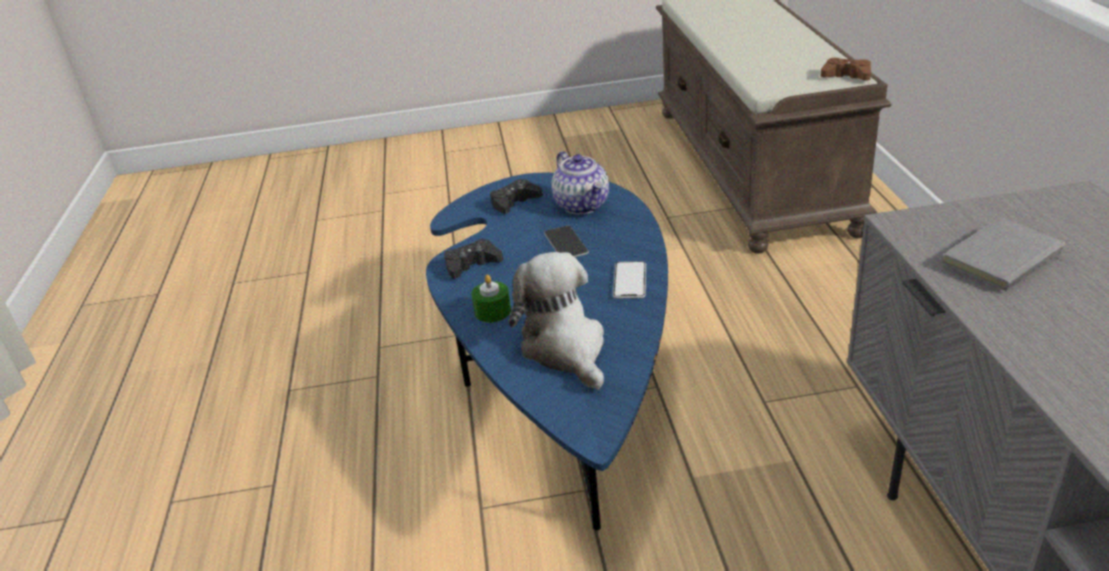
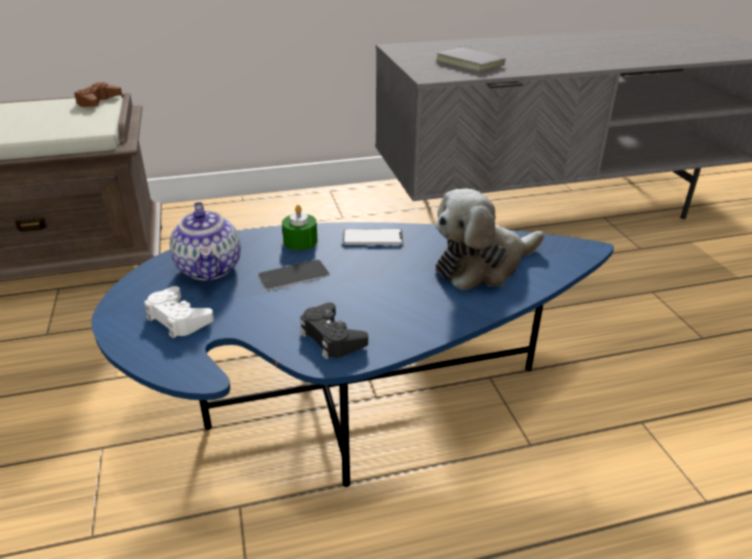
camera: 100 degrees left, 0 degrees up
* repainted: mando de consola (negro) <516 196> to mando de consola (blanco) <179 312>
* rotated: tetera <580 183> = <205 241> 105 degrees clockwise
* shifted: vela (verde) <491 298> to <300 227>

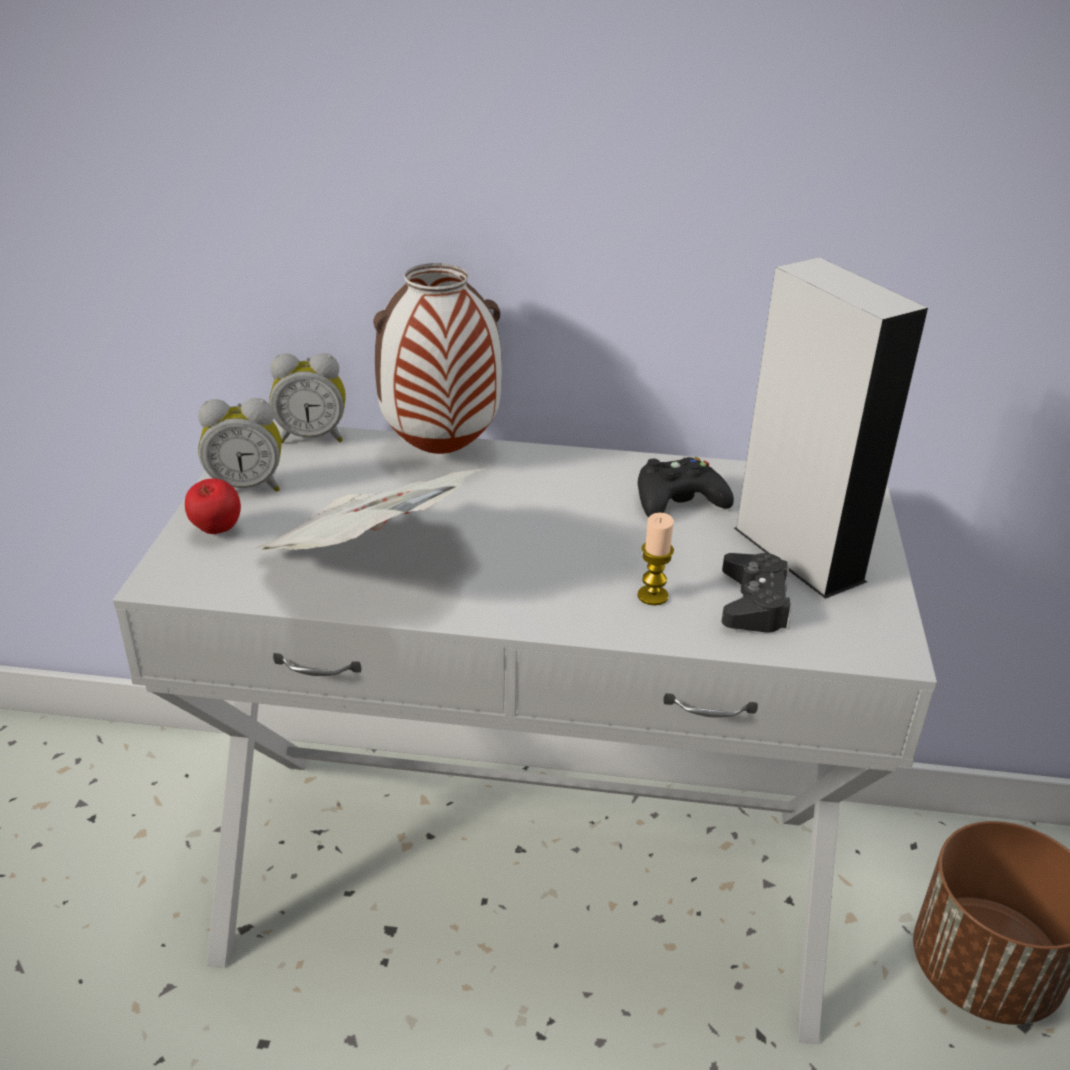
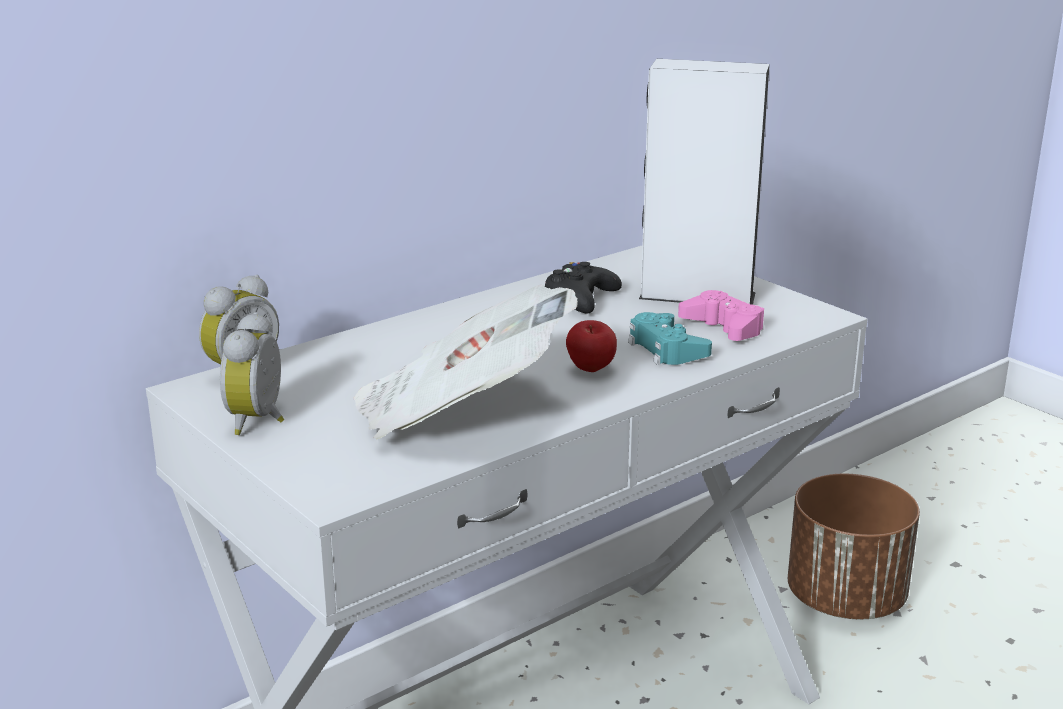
camera: 45 degrees left, 10 degrees down
* rotated: despertador <239 445> = <252 373> 150 degrees clockwise
* shifted: manzana <213 506> to <591 346>
* swapped: vela <656 559> to mando de consola (turquesa) <670 338>
* repainted: mando de consola (negro) <757 593> to mando de consola (rosa) <721 315>
* gone: florero <437 358>

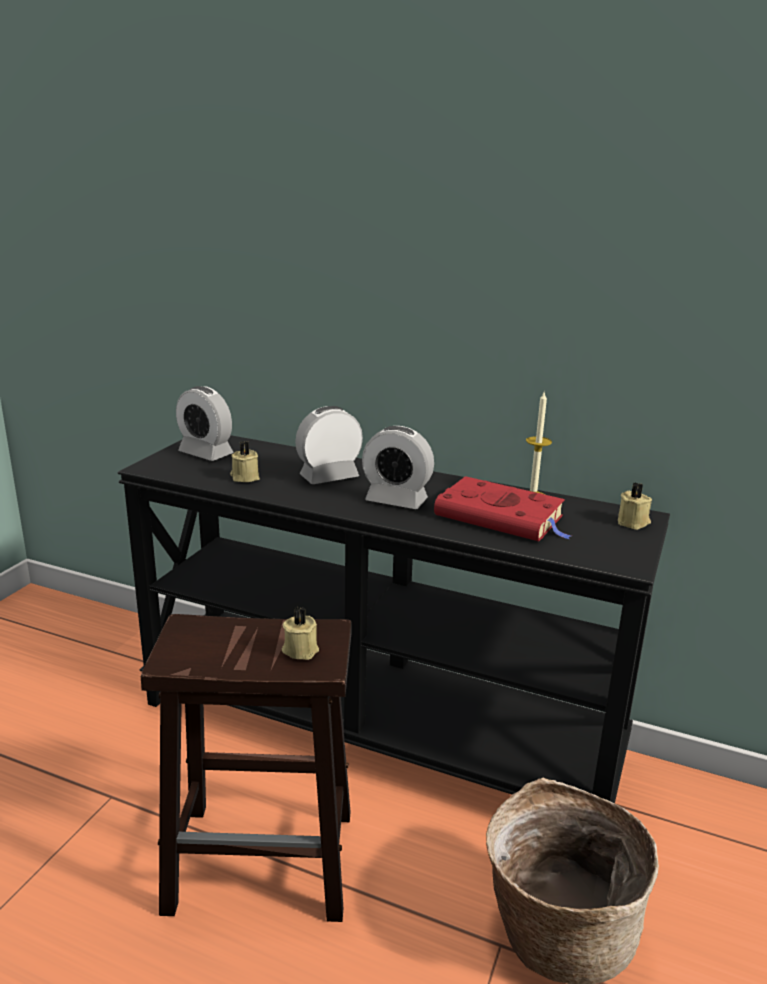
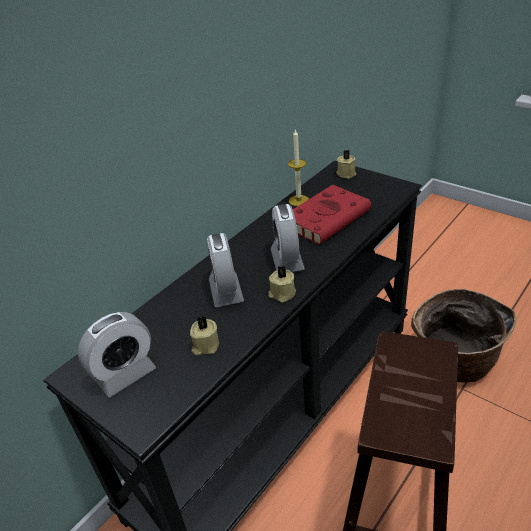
camera: 70 degrees left, 15 degrees up
* shifted: vela (beis) <300 633> to <282 283>
* rotated: despertador <398 467> = <288 238> 135 degrees clockwise

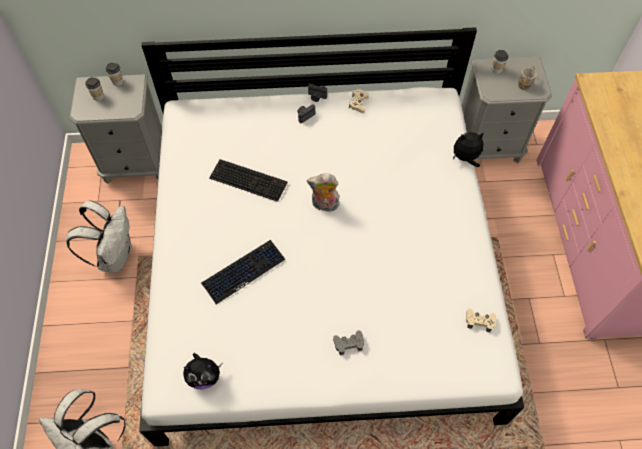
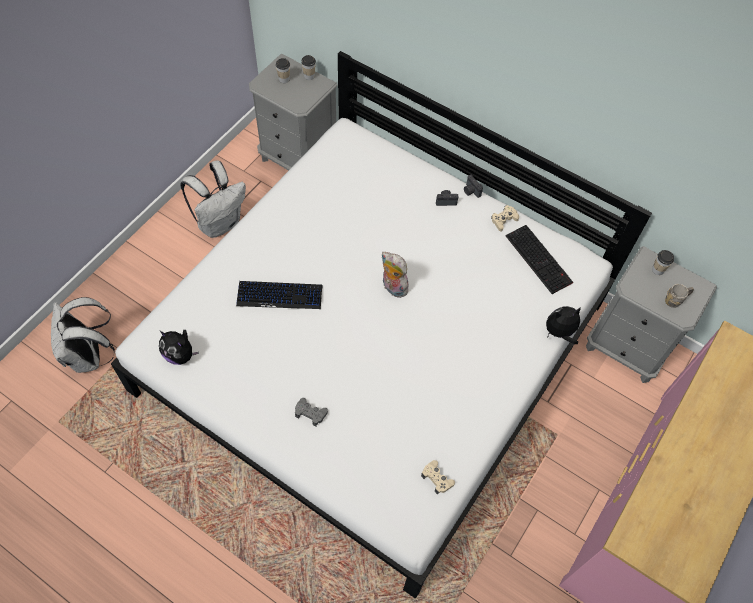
camera: 35 degrees right, 0 degrees up
* shifted: teclado <248 180> to <539 259>
* rotated: peluche <468 149> = <563 325> 45 degrees counterclockwise

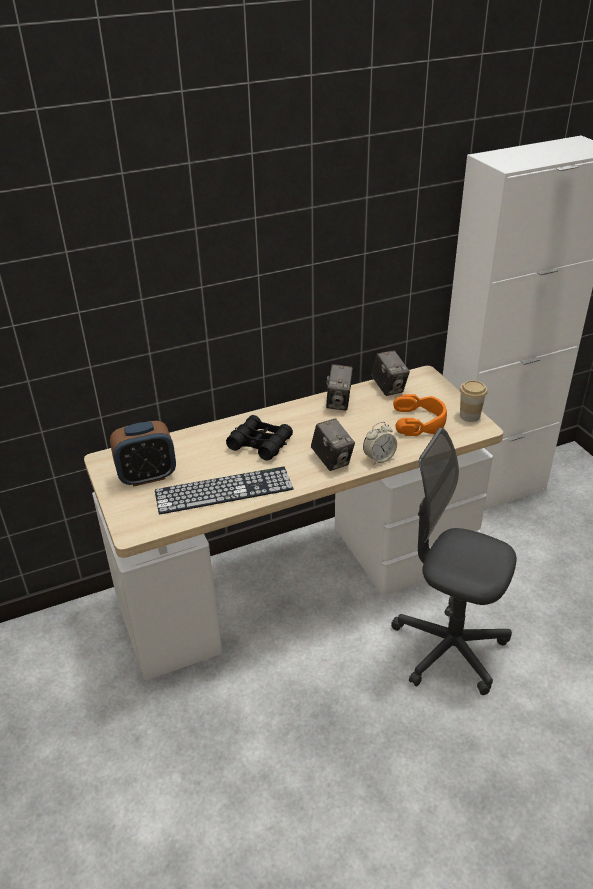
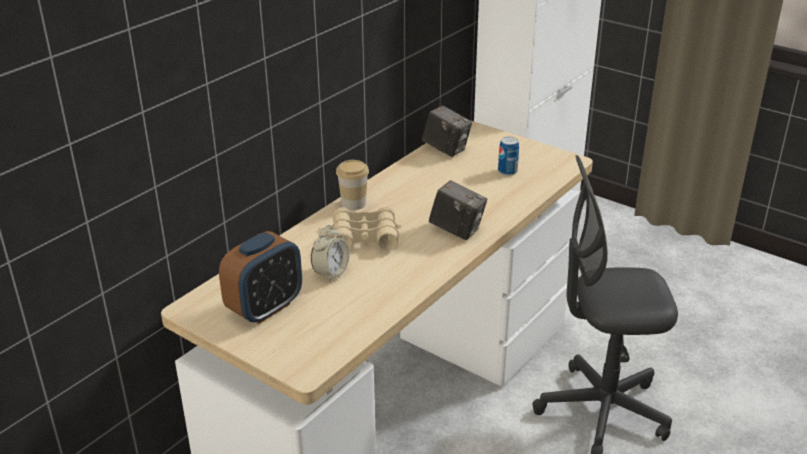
camera: 30 degrees left, 5 degrees down
* shifted: despertador <380 443> to <330 253>
* repainted: prismáticos (negro) <259 438> to prismáticos (beis) <364 228>
* shifted: taza <474 401> to <352 185>
* swapped: auriculares (naranja) <420 415> to lata <508 156>
* gone: teclado <224 491>
* gone: cámara <339 387>

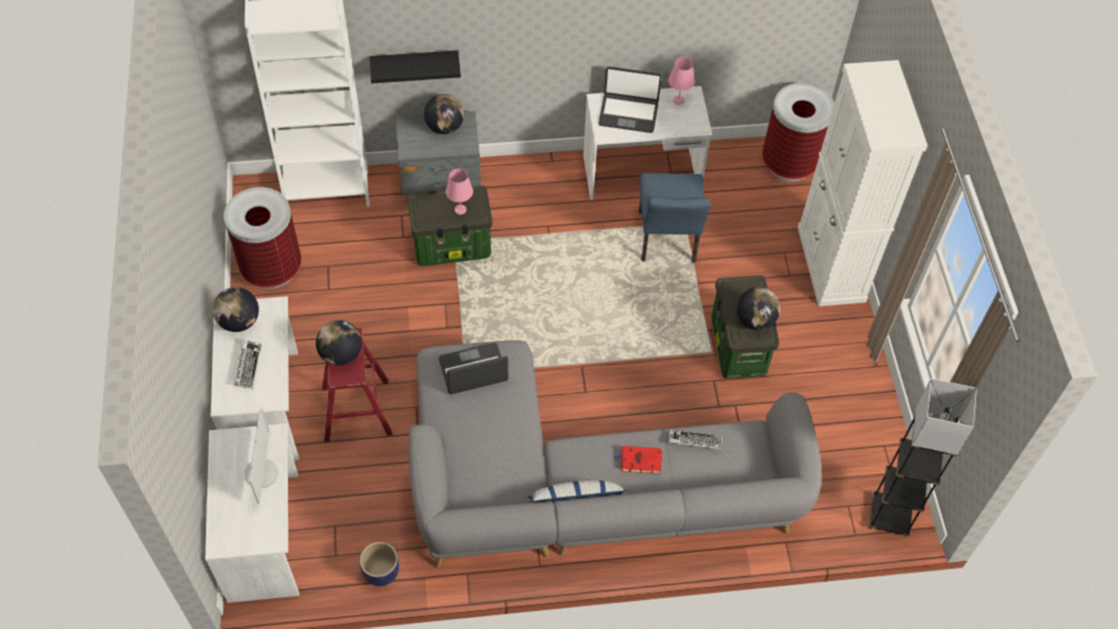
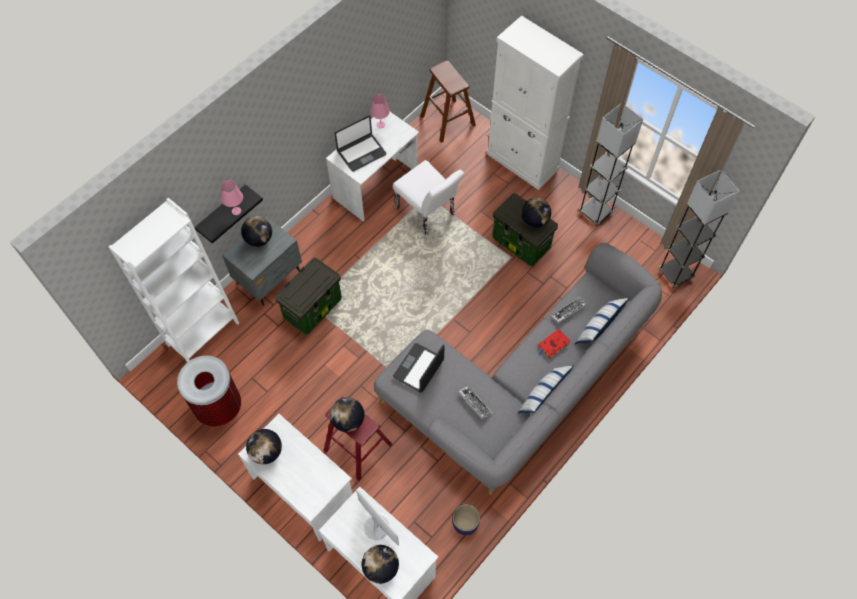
camera: 40 degrees left, 5 degrees up
* shifted: lámpara de mesa (rosa) <459 192> to <232 197>
* new: globo terráqueo <380 564>
* repainted: silla (azul) <675 218> to silla (blanco) <428 197>
* swapped: papelera <798 132> to taburete (marrón) <448 101>
* shifted: teclado <248 364> to <475 402>
* new: cojín <602 321>
* new: lámpara de pie (gris) <611 164>

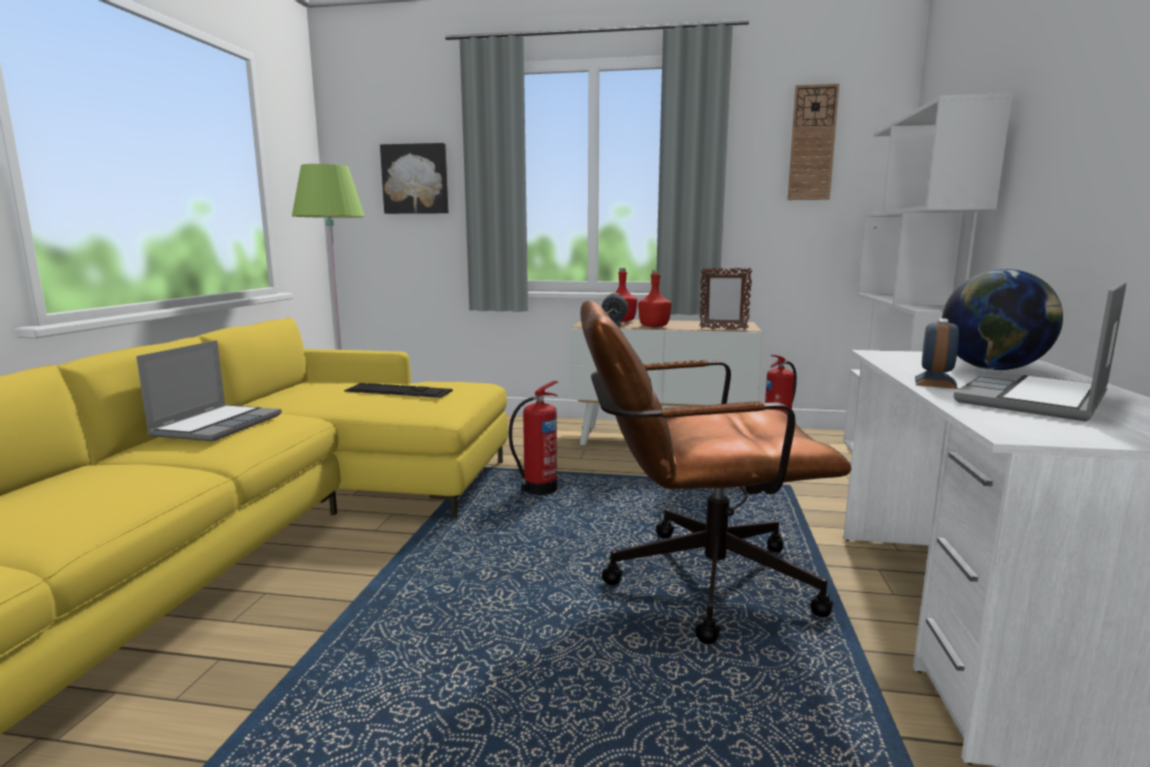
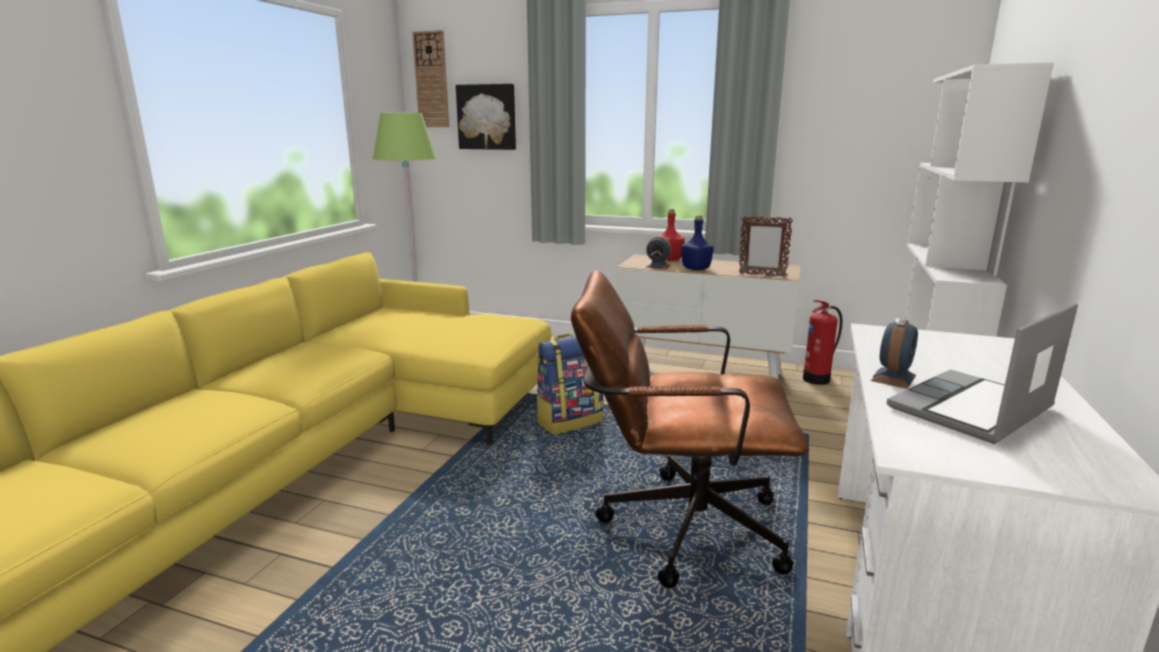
camera: 10 degrees right, 5 degrees up
* shifted: reloj de pared <813 142> to <430 78>
* swapped: extintor <533 438> to mochila <570 384>
* repainted: botella (rojo) <655 298> to botella (azul) <697 242>
* gone: portátil <209 391>
* gone: teclado <398 390>
* gone: globo terráqueo <1002 319>

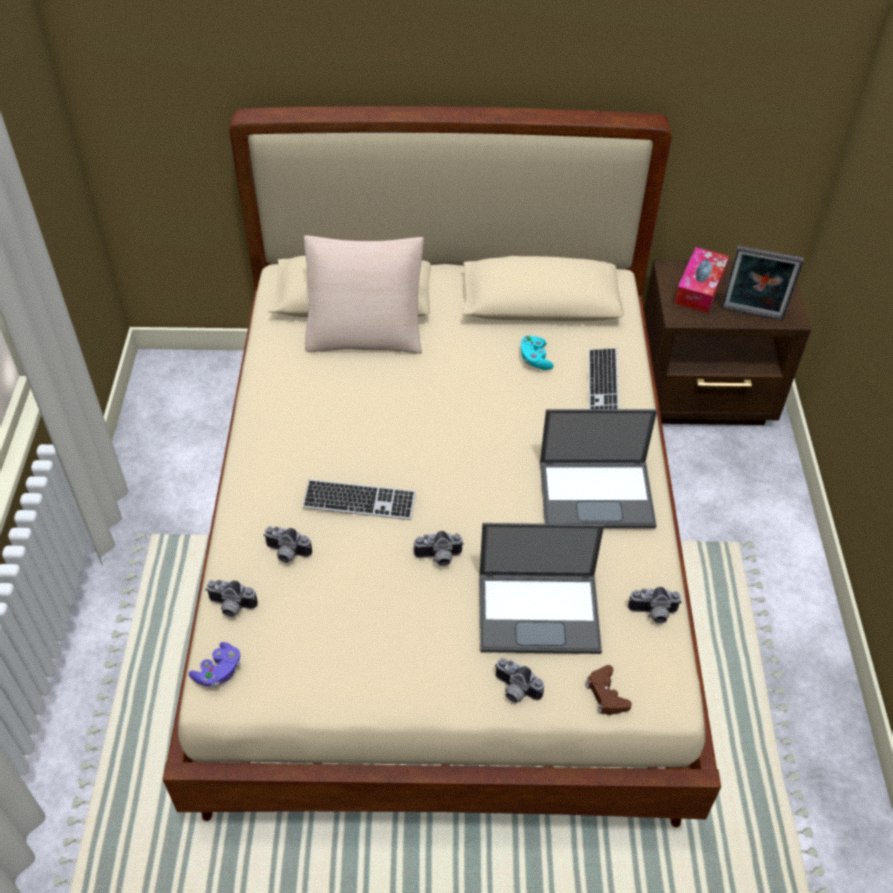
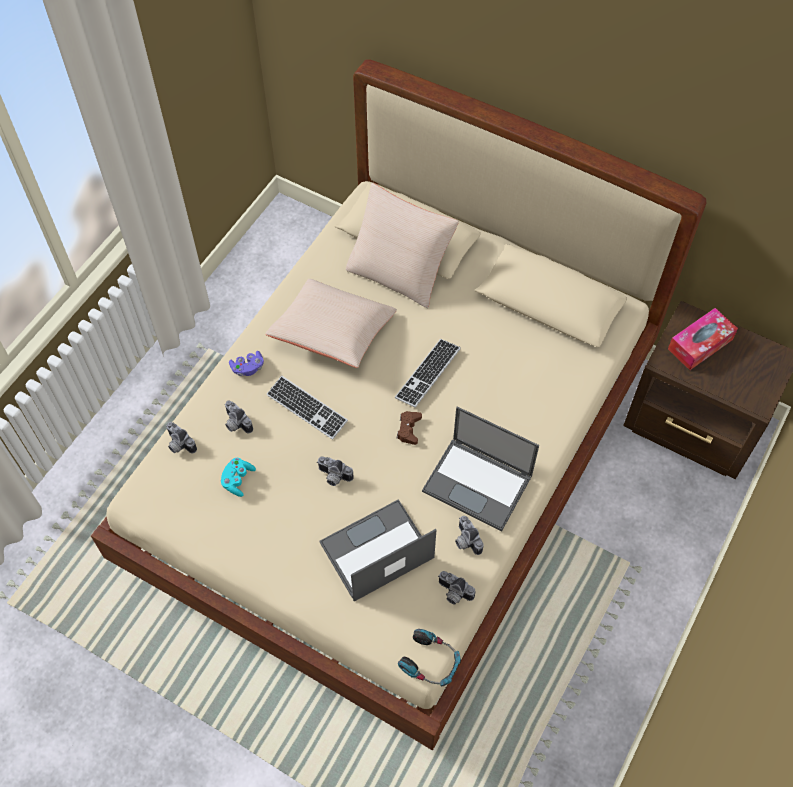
camera: 30 degrees right, 10 degrees up
* shifted: mando de consola (turquesa) <537 352> to <238 477>
* shifted: mando de consola (morado) <214 664> to <246 363>
* new: cojín (beis) <331 323>
* rotated: portátil <541 588> = <377 550> 120 degrees clockwise
* shifted: teclado <603 378> to <428 373>
* shifted: mando de consola (marrón) <608 690> to <409 428>
* new: auriculares <429 658>
* shifted: cámara <519 680> to <469 535>
* gone: portarretratos <762 283>

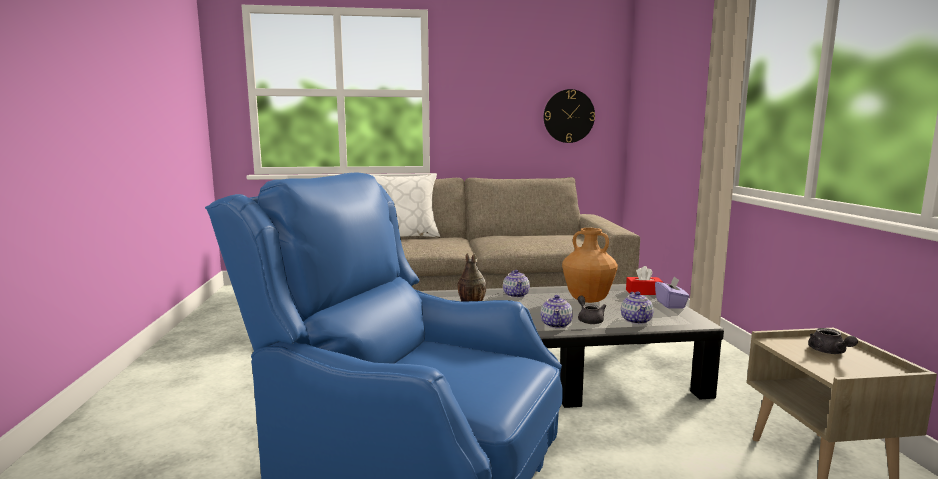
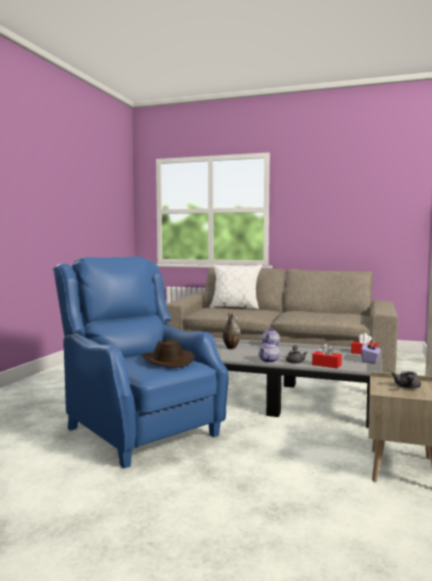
camera: 25 degrees right, 5 degrees down
* new: sombrero (marrón) <168 353>
* swapped: tetera <637 307> to caja de pañuelos (rojo) <327 355>
* gone: reloj de pared <569 116>
* gone: florero (marrón) <590 265>

